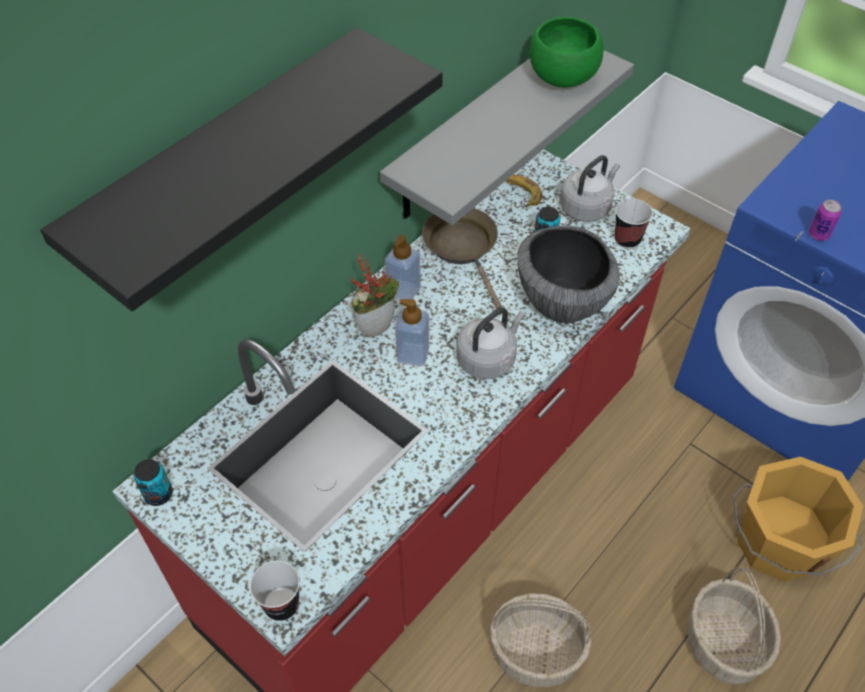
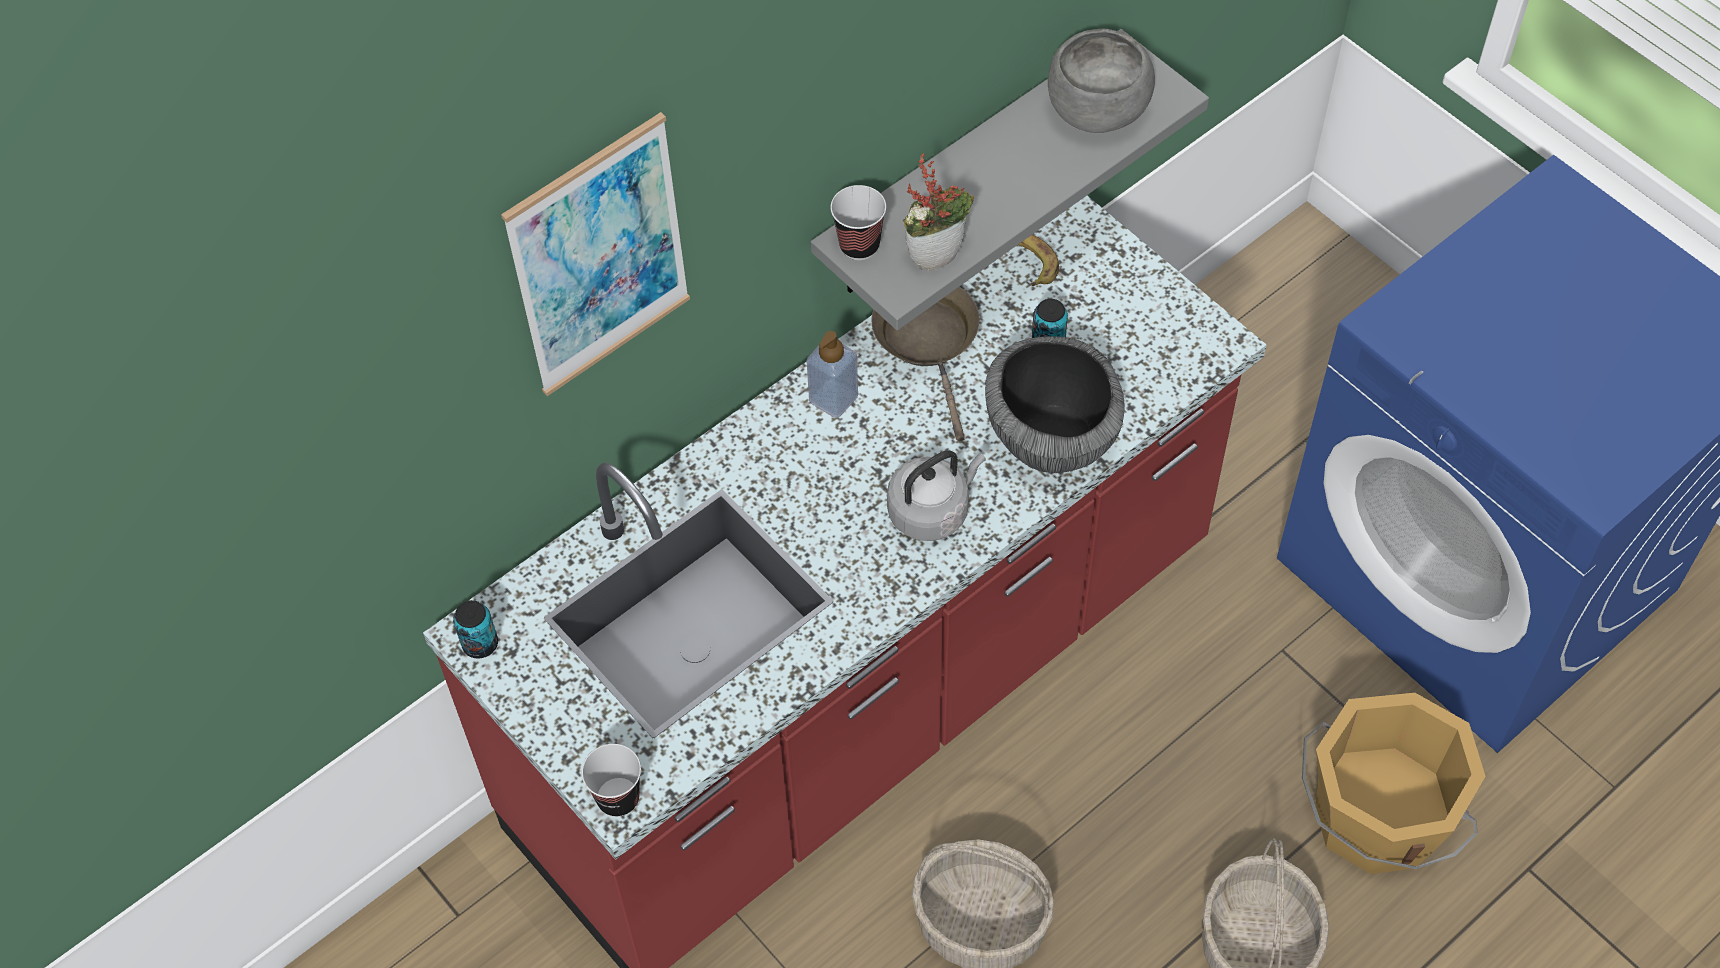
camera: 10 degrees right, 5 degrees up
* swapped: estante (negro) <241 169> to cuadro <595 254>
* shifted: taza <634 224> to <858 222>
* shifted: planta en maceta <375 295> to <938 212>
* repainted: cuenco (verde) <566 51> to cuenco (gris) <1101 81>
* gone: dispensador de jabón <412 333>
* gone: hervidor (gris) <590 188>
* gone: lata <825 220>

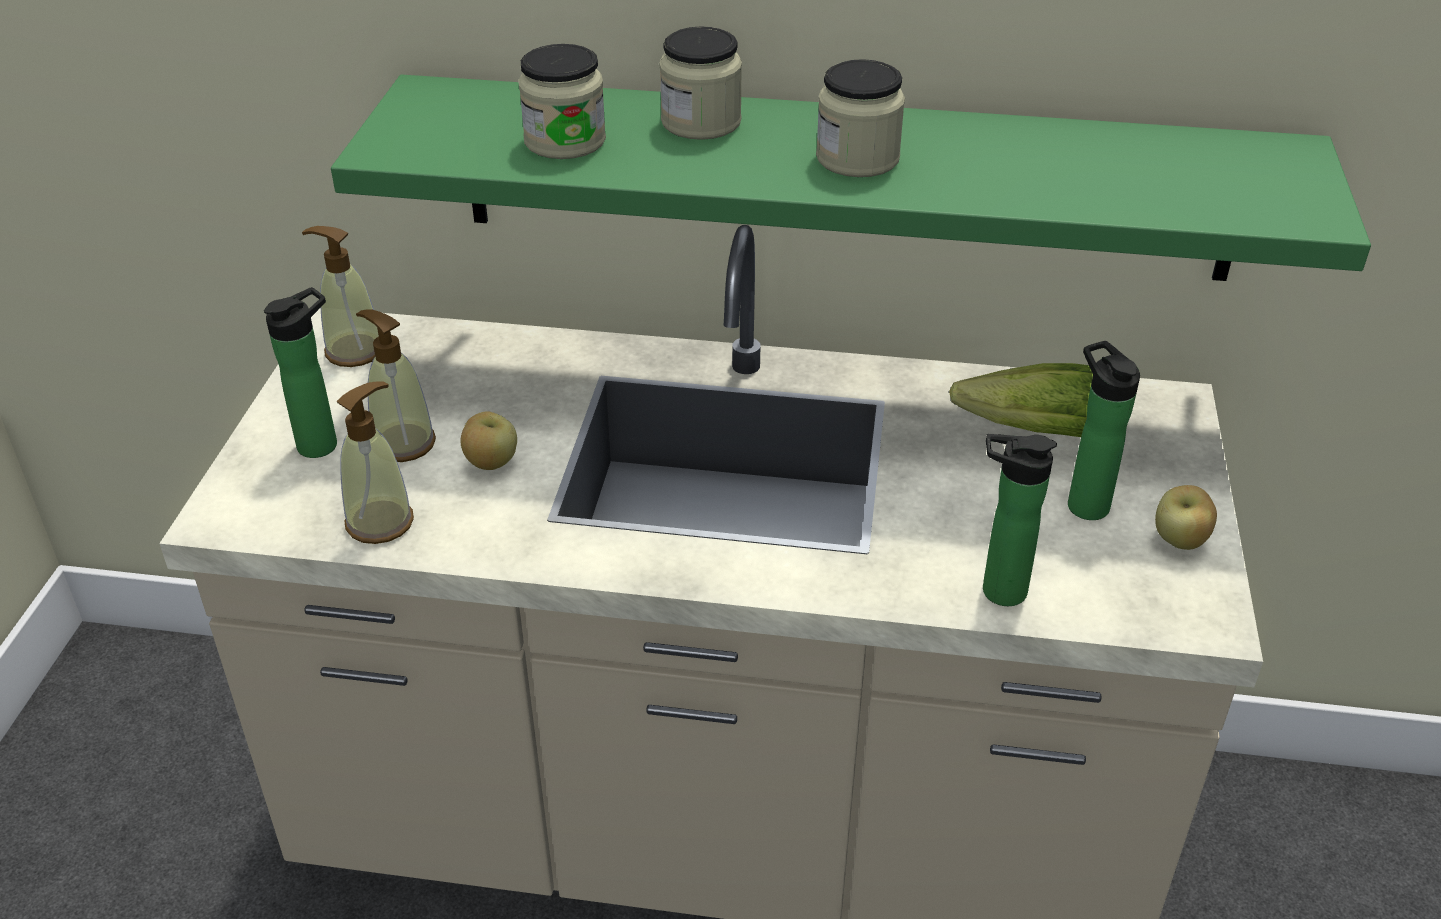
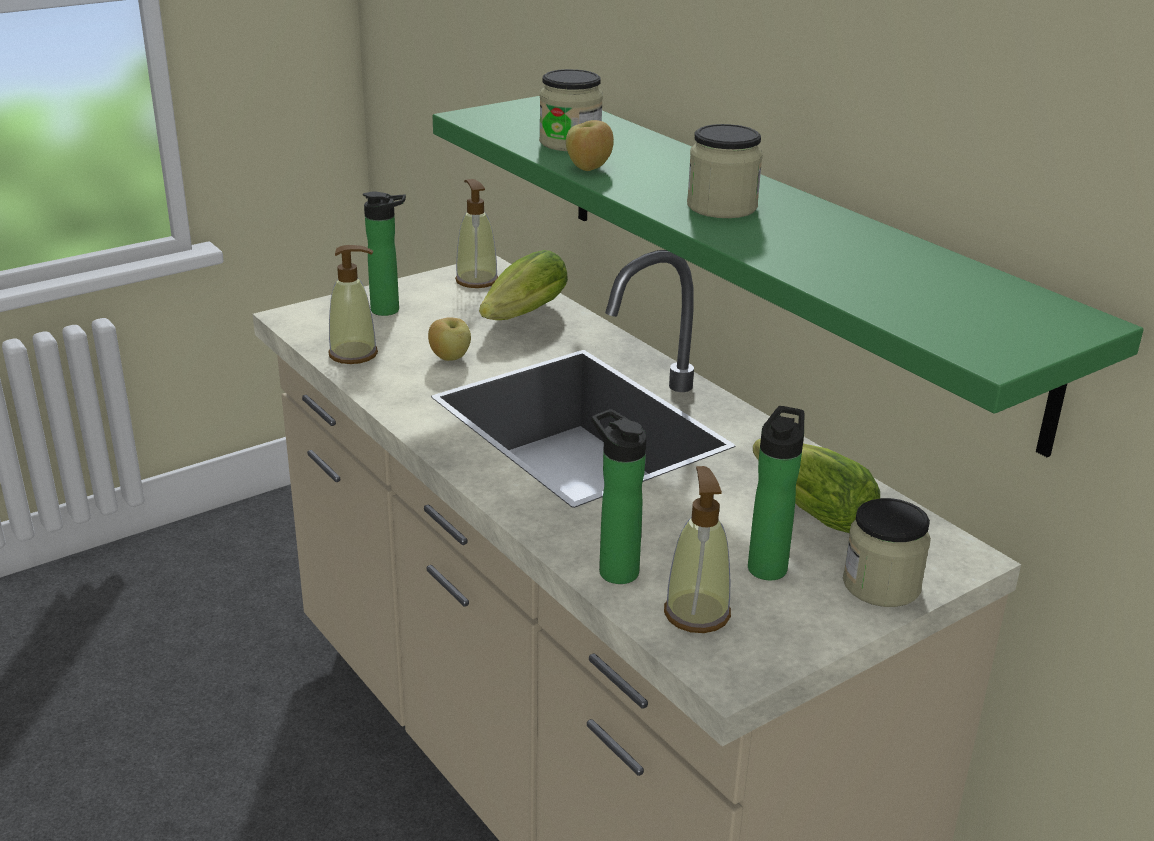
camera: 45 degrees right, 10 degrees down
* new: lechuga <523 285>
* shifted: manzana <1186 517> to <590 145>
* shifted: dispensador de jabón <396 386> to <697 549>
* shifted: tarro <700 83> to <887 552>

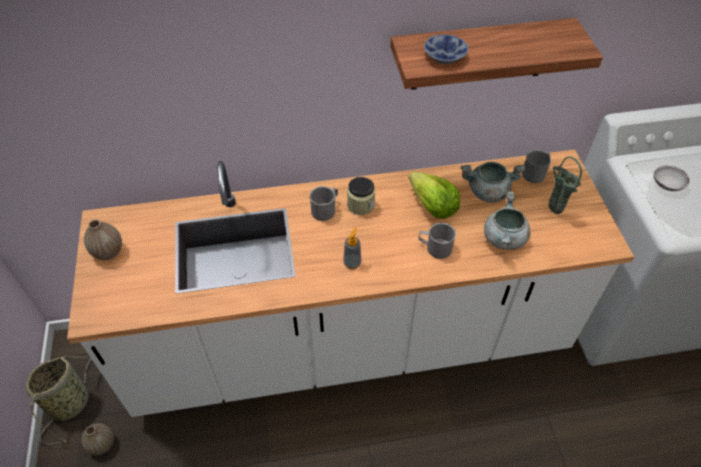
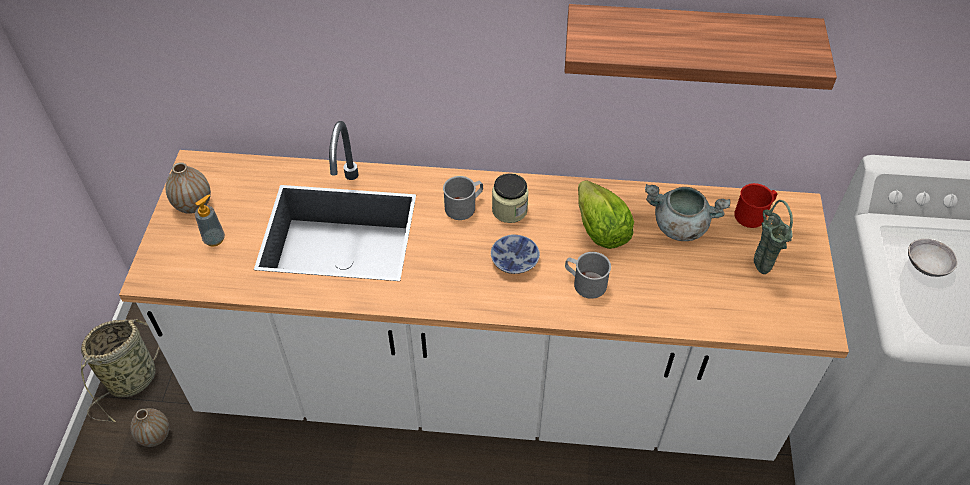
camera: 15 degrees right, 0 degrees up
* shifted: dispensador de jabón <352 248> to <210 221>
* shifted: cuenco <446 49> to <515 254>
* repainted: taza grande (gris) <536 166> to taza grande (rojo) <755 205>
* gone: olla (gris) <507 220>

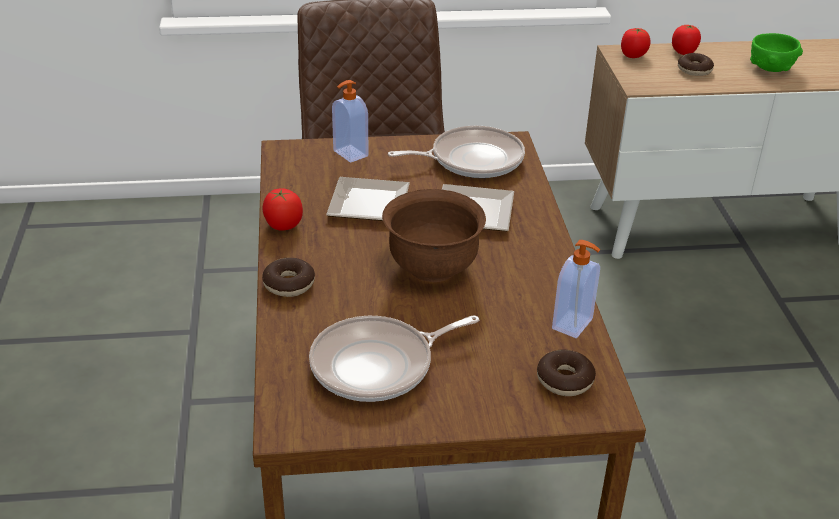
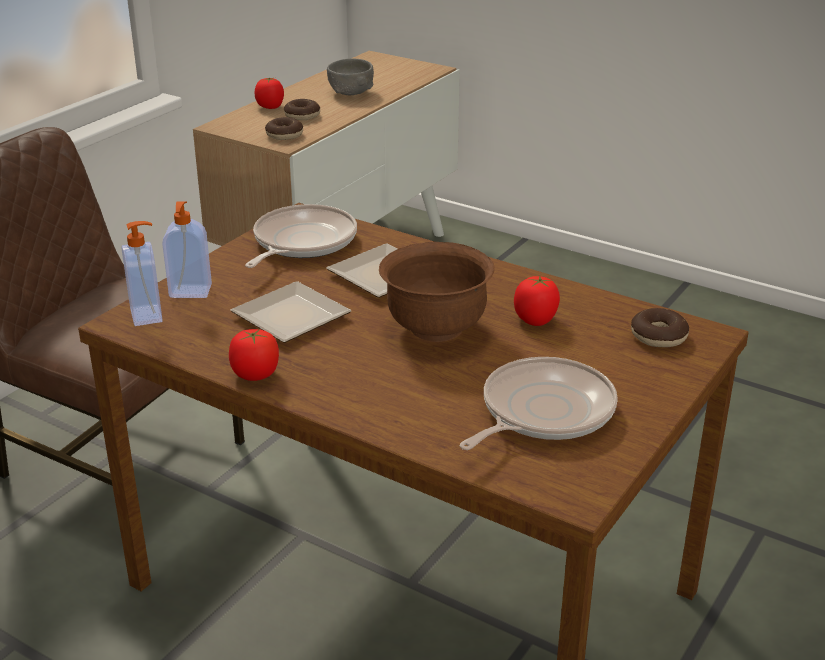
camera: 50 degrees left, 5 degrees down
* shifted: dispensador de jabón <576 289> to <141 273>
* shifted: rosquilla <288 277> to <284 128>
* repainted: cuenco (verde) <776 52> to cuenco (gris) <350 77>
* rotated: sartén <394 359> = <539 403> 150 degrees counterclockwise
* shifted: tomate <635 43> to <537 301>

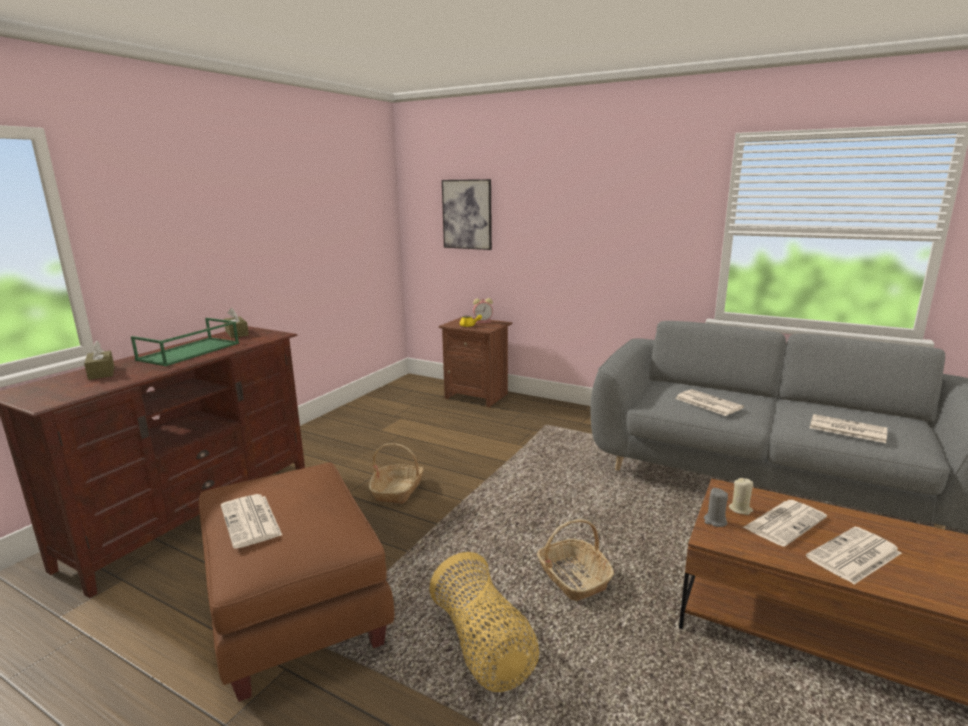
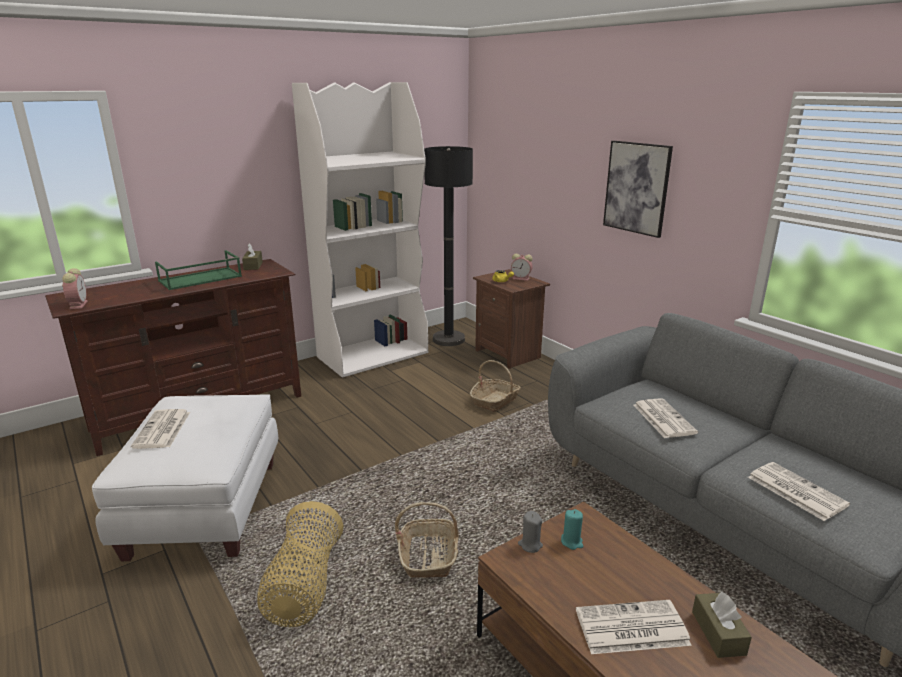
camera: 25 degrees right, 5 degrees up
* new: despertador <74 288>
* repainted: puf (marrón) <297 582> to puf (blanco) <185 477>
* new: estantería (blanco) <360 230>
* new: lámpara de pie (negro) <448 246>
* shifted: cesta <396 473> to <495 386>
* repainted: vela (beis) <741 496> to vela (turquesa) <572 529>
* shifted: cuadro <467 214> to <638 189>
* shifted: caja de pañuelos (marrón) <99 360> to <722 624>
* gone: periódico <785 523>

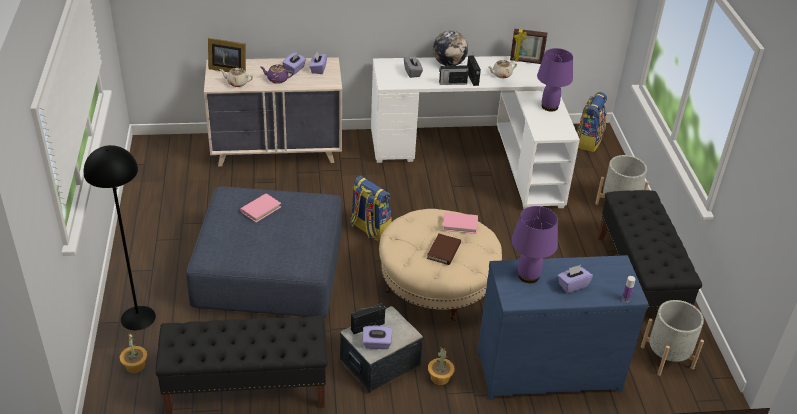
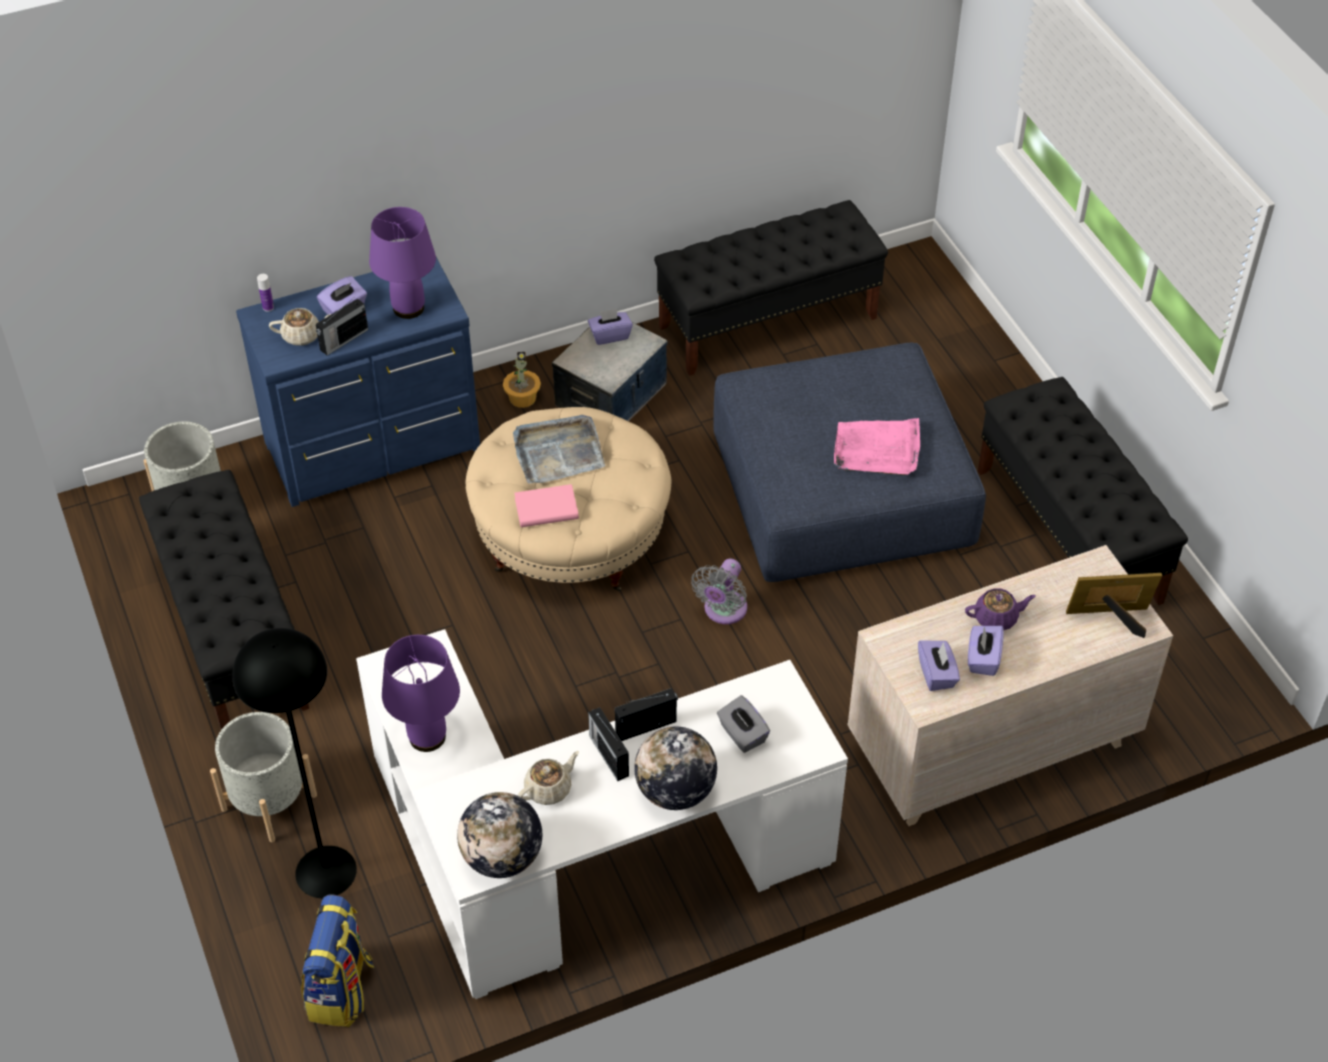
camera: 165 degrees right, 10 degrees up
* shifted: lámpara de pie (negro) <120 237> to <294 763>
* shifted: tetera (beis) <236 77> to <300 327>
* shifted: radio <368 318> to <342 326>
* swapped: portarretratos <528 46> to globo terráqueo <499 835>
* swapped: libro (marrón) <444 249> to bandeja (gris) <559 449>
* swapped: mochila <371 208> to ventilador (gris) <719 591>
* swapped: libro (rosa) <260 208> to bandeja (rosa) <877 446>
* new: banco (negro) <1083 491>
* gone: planta en maceta <133 353>

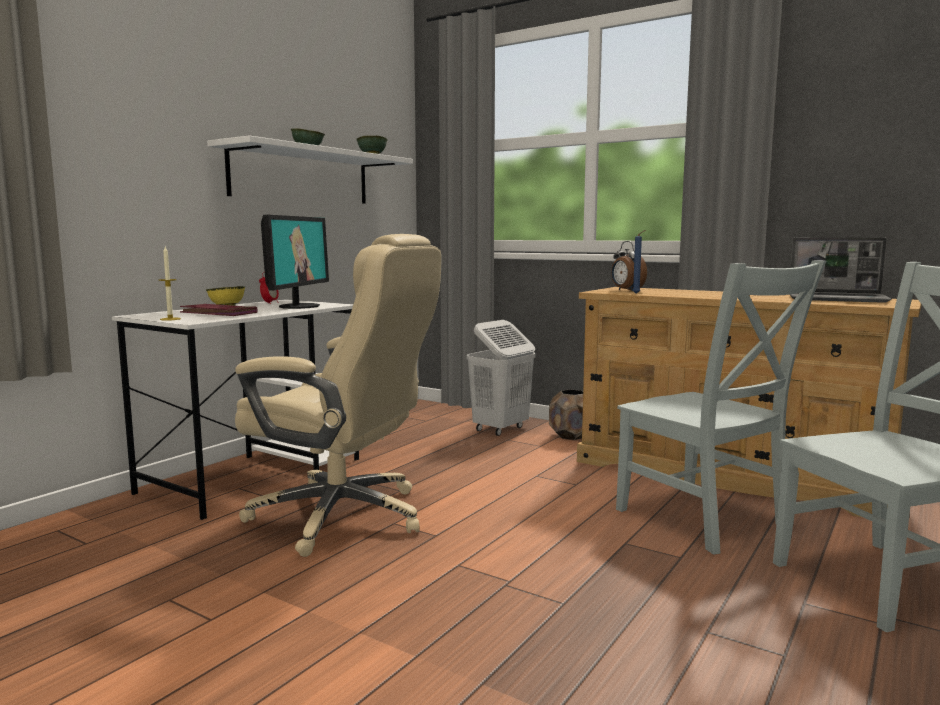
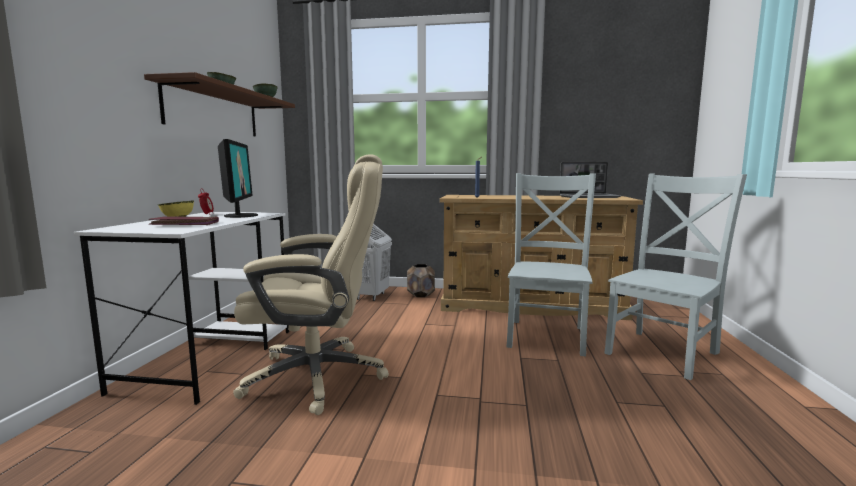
camera: 25 degrees left, 0 degrees up
* repainted: estante (blanco) <310 169> to estante (marrón) <219 104>
* rotated: silla (gris) <721 407> = <551 264> 105 degrees counterclockwise
* gone: vela <170 284>
* gone: despertador <629 266>

